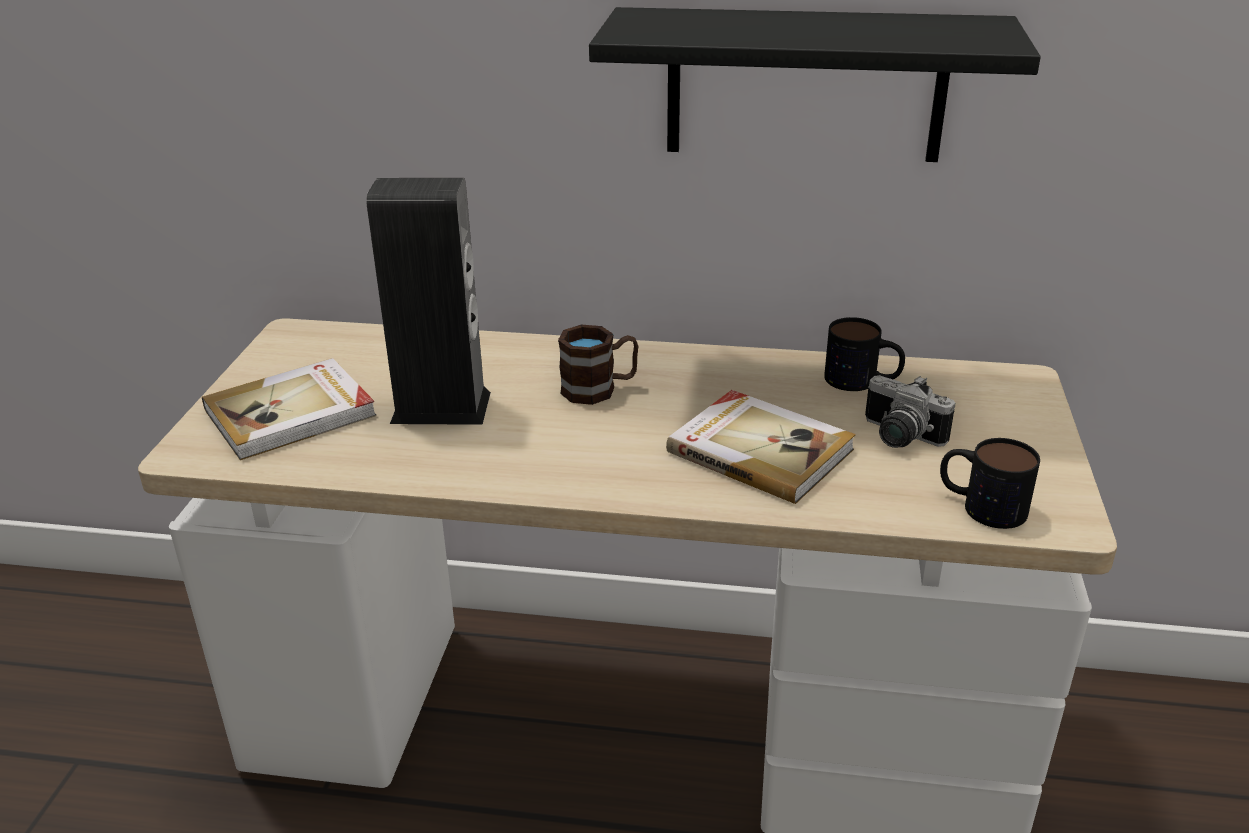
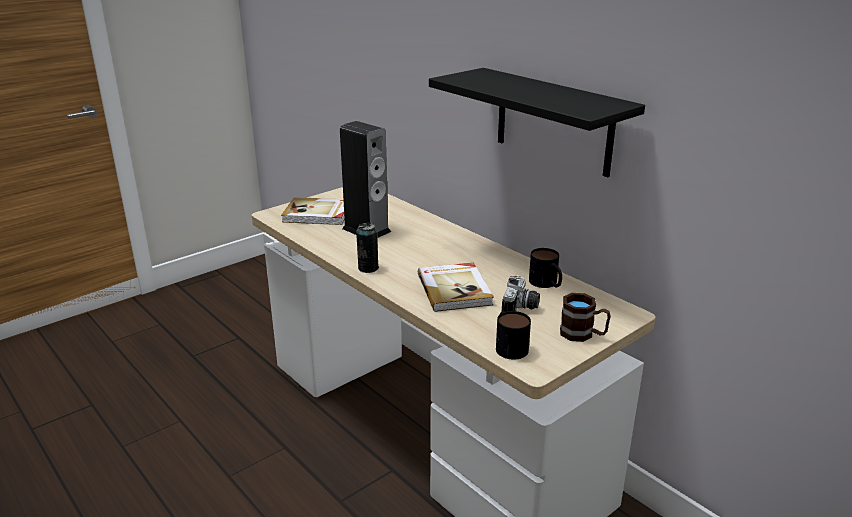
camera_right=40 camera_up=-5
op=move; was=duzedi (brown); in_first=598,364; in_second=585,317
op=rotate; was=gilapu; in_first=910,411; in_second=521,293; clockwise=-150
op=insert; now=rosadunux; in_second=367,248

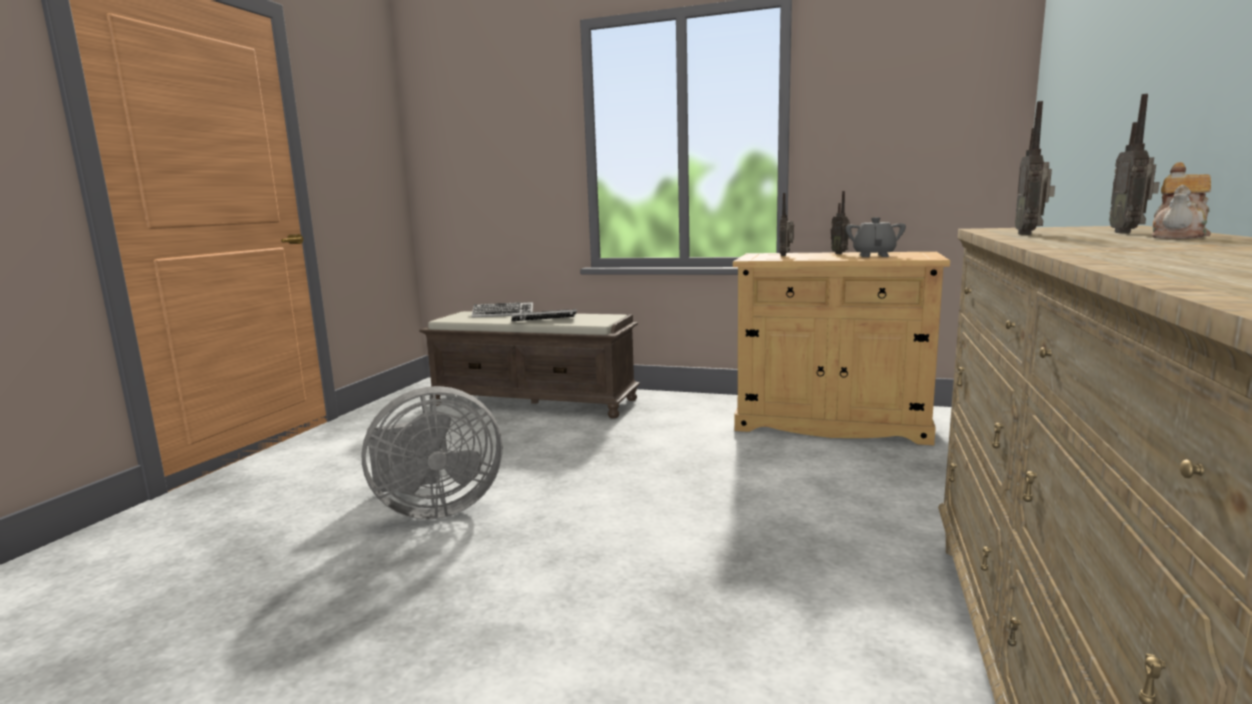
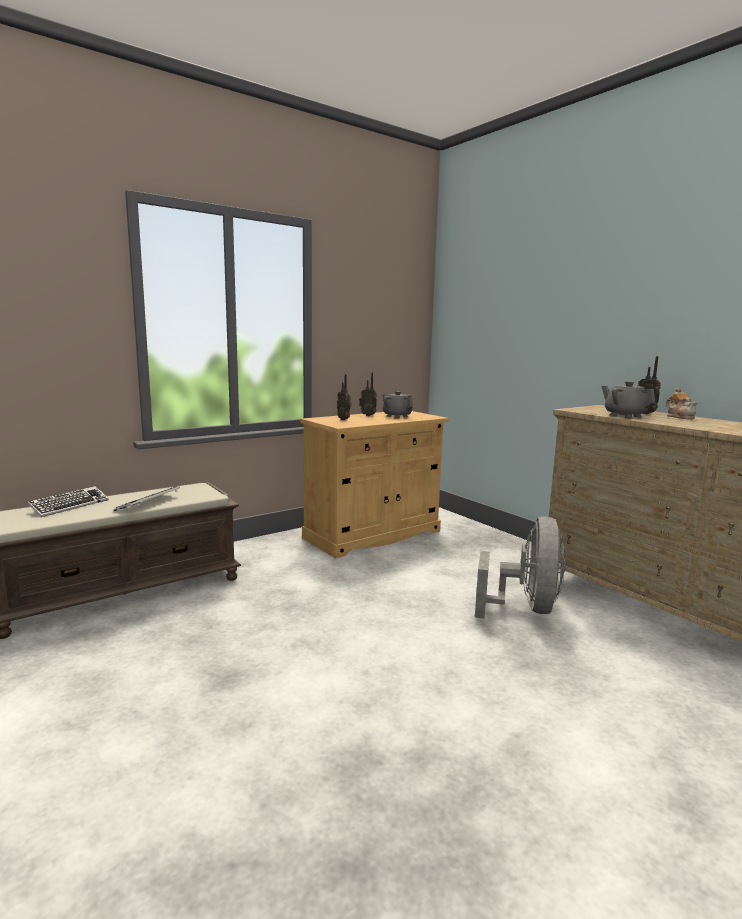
camera_right=-55 camera_up=0
op=replace; was=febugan; now=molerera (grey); in_first=1035,168; in_second=628,399
op=move; was=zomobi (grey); in_first=431,453; in_second=520,567

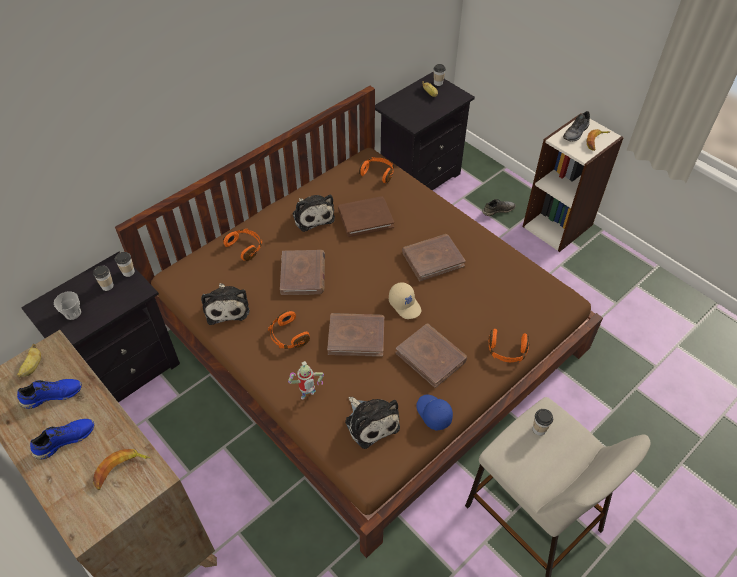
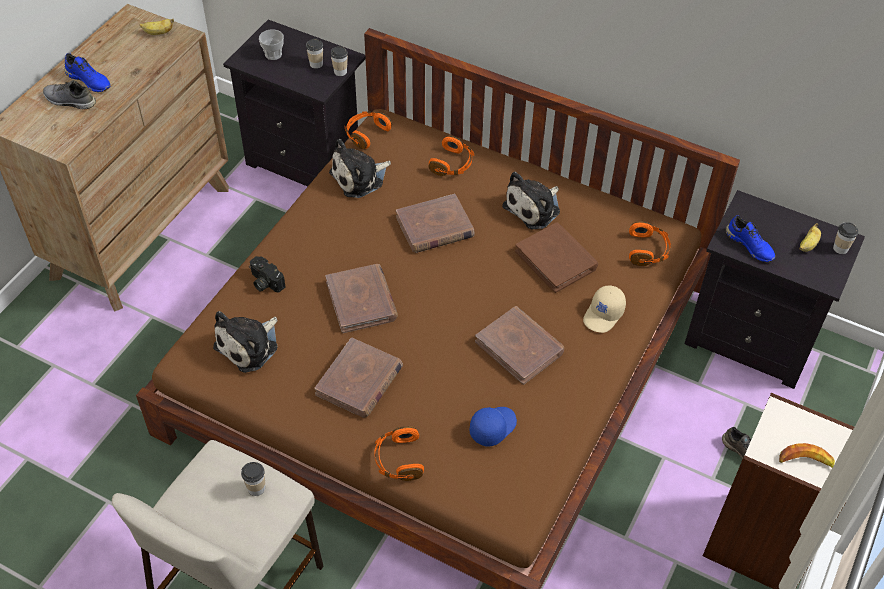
camera_right=70 camera_up=0
op=move; was=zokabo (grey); in_first=576,126; in_second=69,94
op=move; was=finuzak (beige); in_first=405,300; in_second=604,309
op=move; was=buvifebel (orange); in_first=289,329; in_second=368,130
op=replace; was=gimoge; now=gilapu; in_first=306,380; in_second=267,274
op=move; was=zokabo (blue); in_first=49,394; in_second=750,238
op=move; was=finuzak (blue); in_first=434,412; in_second=493,427
op=delete; was=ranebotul; in_first=121,469

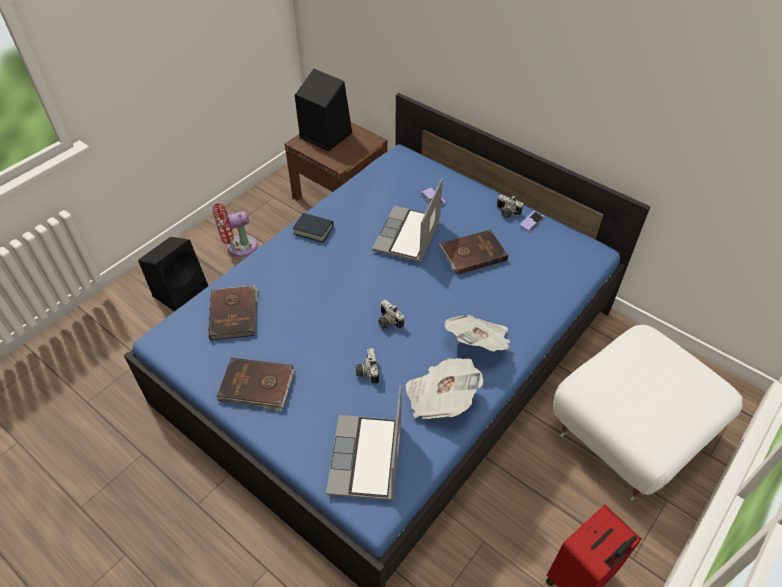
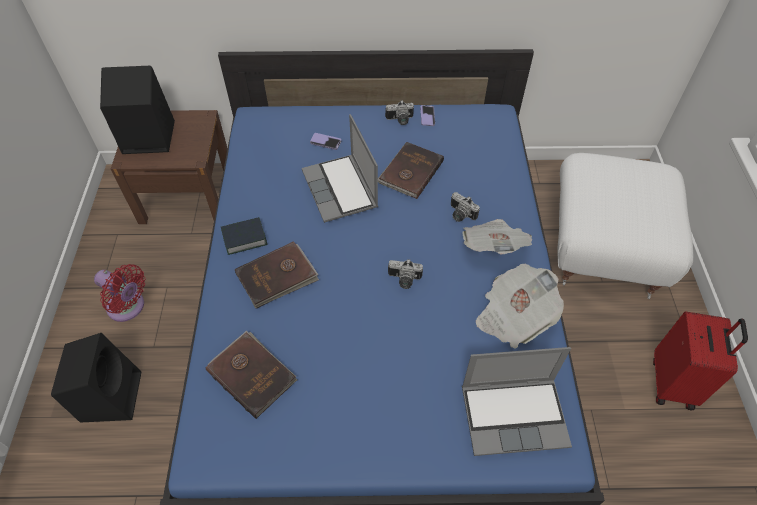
camera_right=-40 camera_up=5
op=rotate; was=zomobi (red); in_first=235,230; in_second=119,293; clockwise=-90
op=move; was=gilapu; in_first=367,366; in_second=465,207
op=move; was=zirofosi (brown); in_first=255,384; in_second=277,275
op=rotate; was=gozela; in_first=364,442; in_second=517,401; clockwise=-60

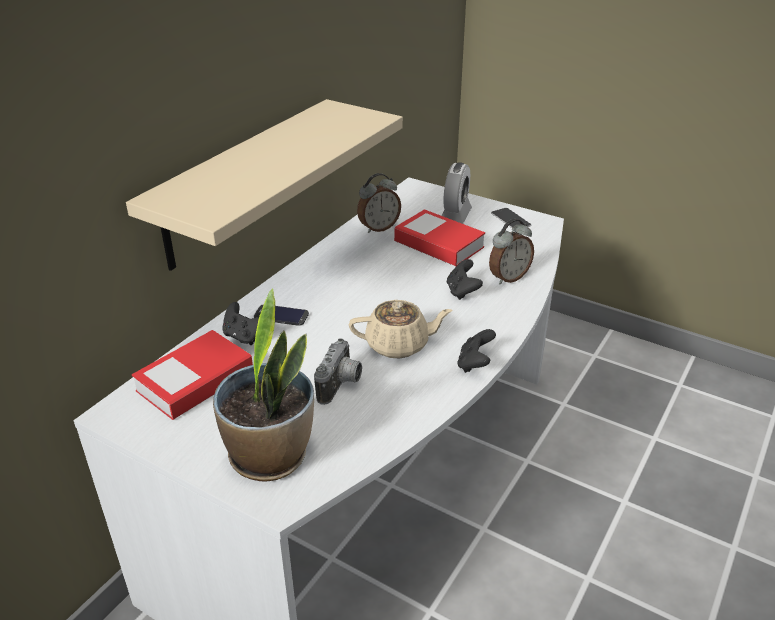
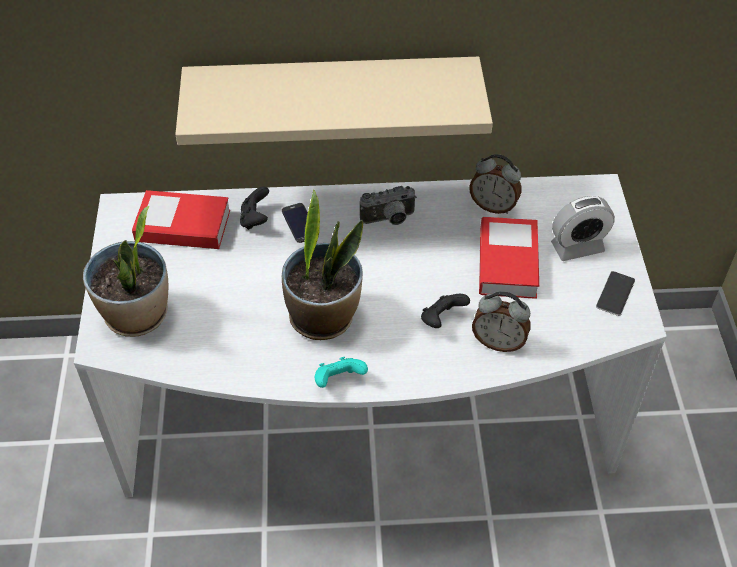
camera_right=55 camera_up=15
op=replace; was=molerera (beige); now=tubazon; in_first=400,329; in_second=322,264
op=recolor; was=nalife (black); now=nalife (turquoise); in_first=476,351; in_second=341,372
op=move; was=gilapu; in_first=338,372; in_second=388,205

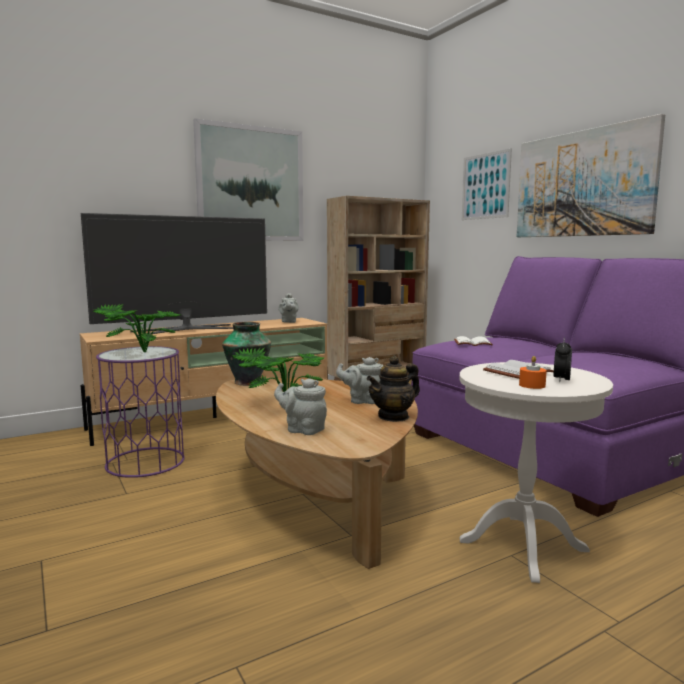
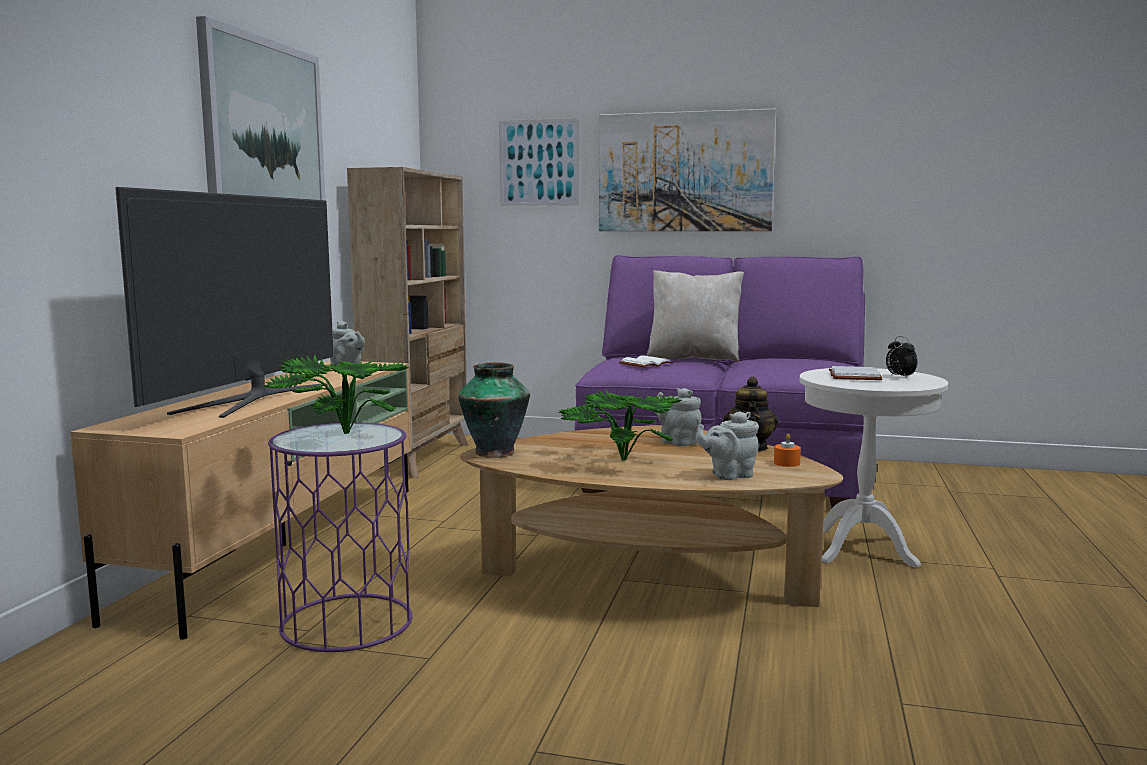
camera_right=-45 camera_up=0
op=move; was=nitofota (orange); in_first=533,372; in_second=787,450
op=rotate; was=molerera (grey); in_first=359,380; in_second=678,417; clockwise=90
op=insert; now=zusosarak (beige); in_second=695,316

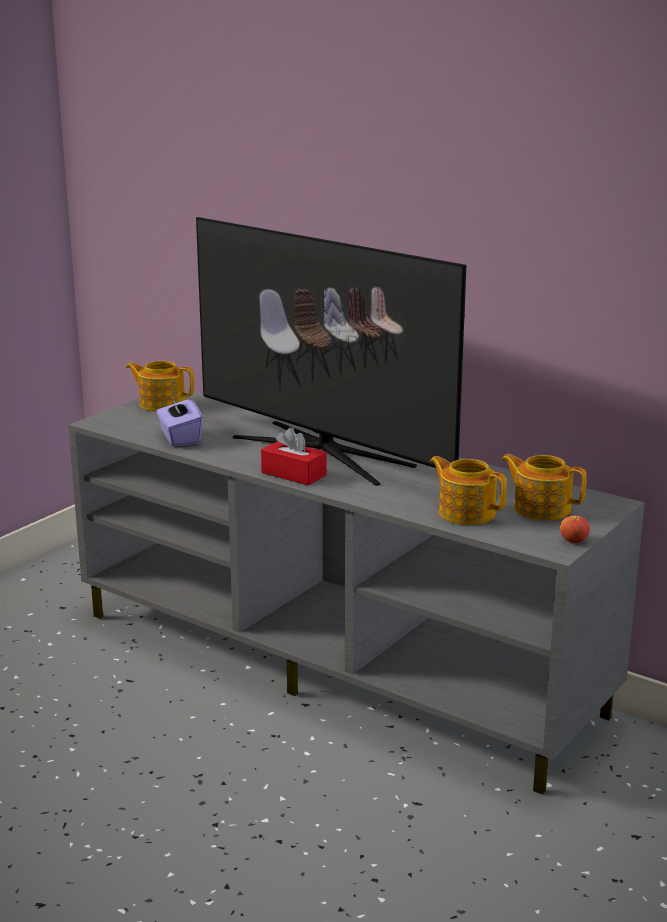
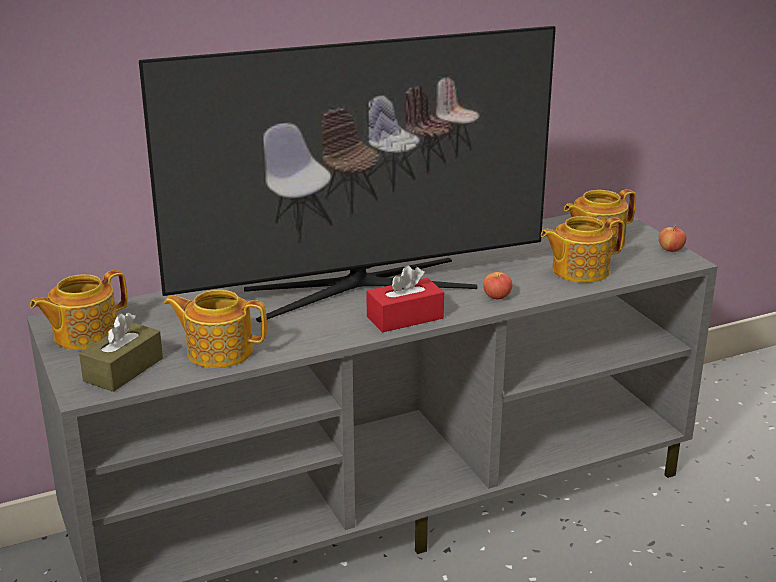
camera_right=-60 camera_up=5
op=replace; was=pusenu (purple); now=molerera; in_first=179,419; in_second=215,329
op=insert; now=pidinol; in_second=497,285
op=insert; now=pusenu (brown); in_second=121,352

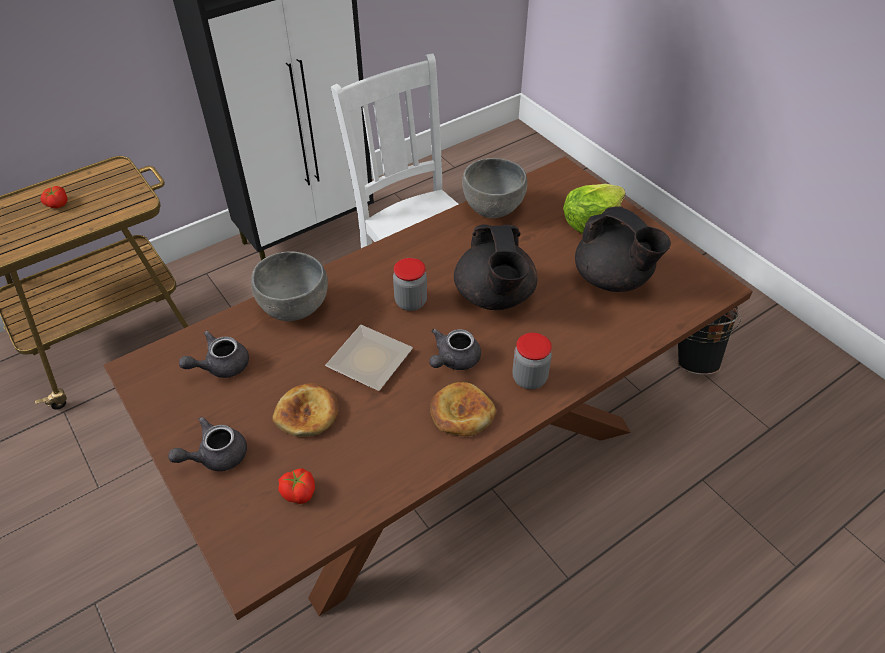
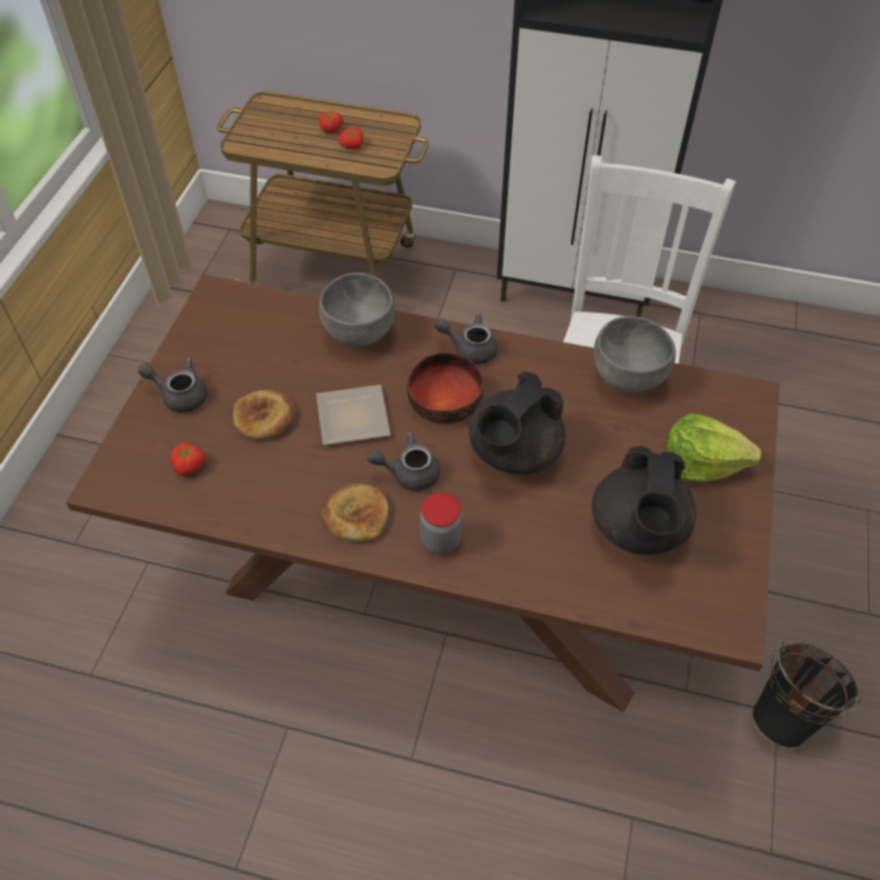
camera_right=50 camera_up=5
op=replace; was=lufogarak; now=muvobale; in_first=410,284; in_second=445,388
op=move; was=molerera (grey); in_first=214,354; in_second=466,338
op=insert; now=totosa; in_second=350,138

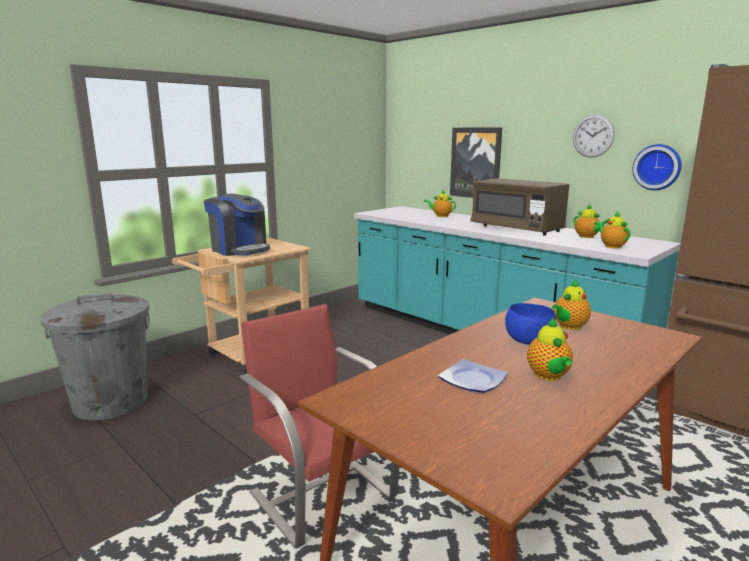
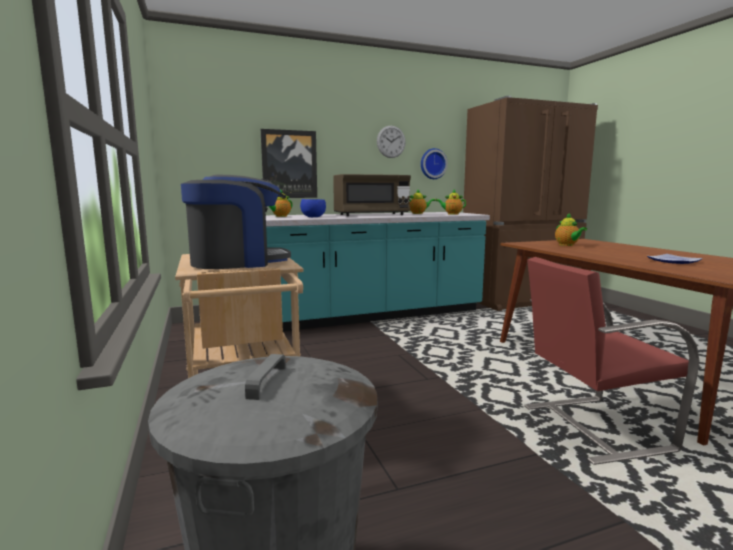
camera_right=-65 camera_up=-5
op=move; was=muvobale (blue); in_first=530,324; in_second=313,208
op=delete; was=molerera; in_first=550,349

